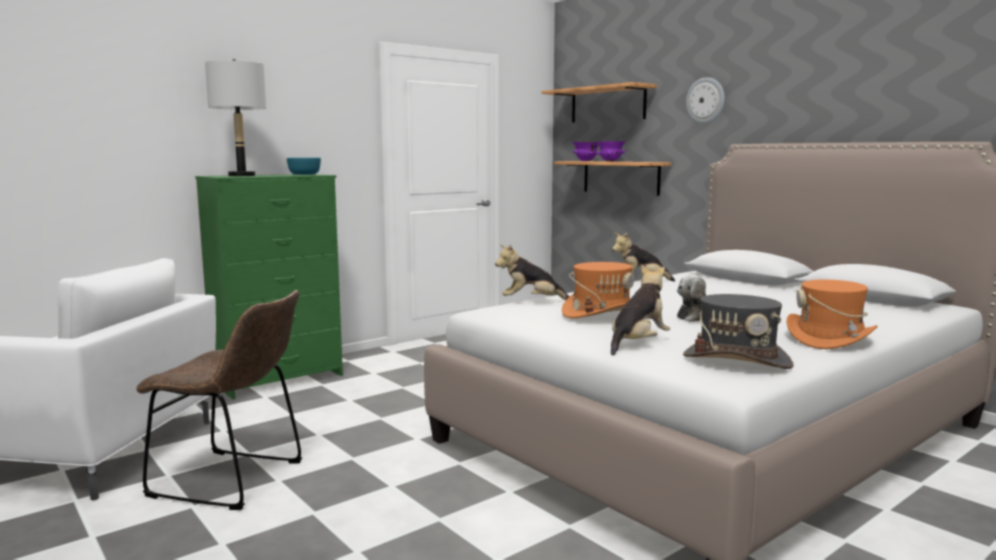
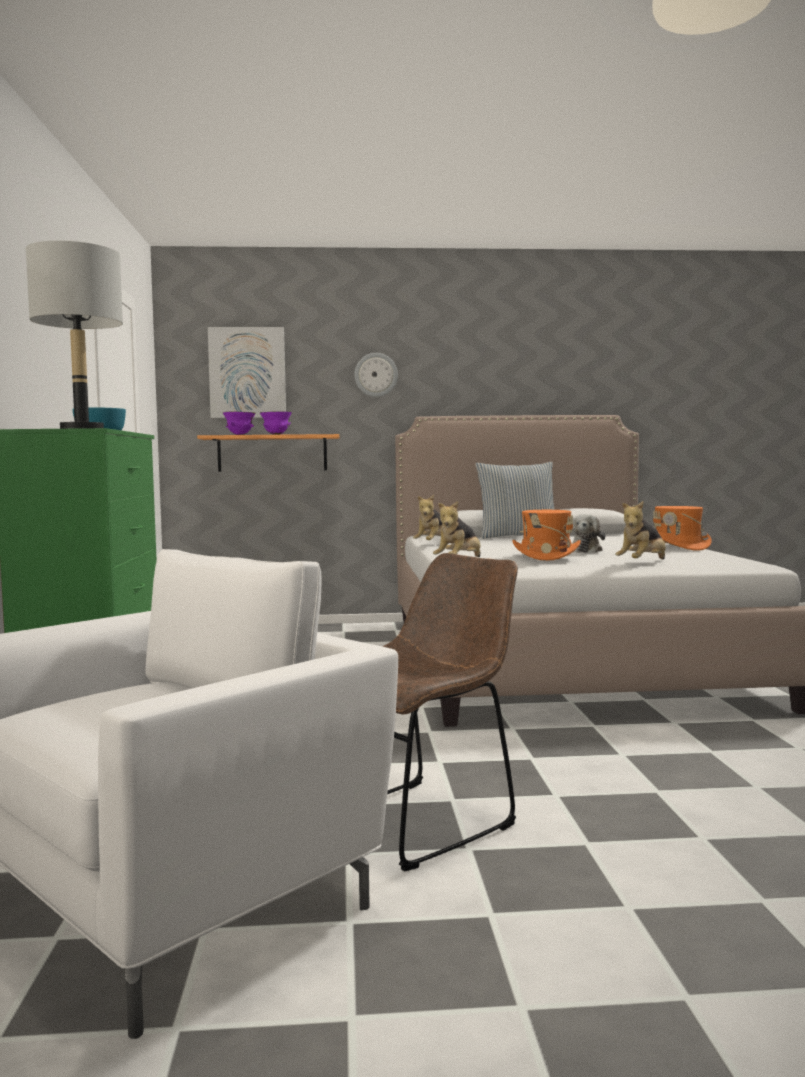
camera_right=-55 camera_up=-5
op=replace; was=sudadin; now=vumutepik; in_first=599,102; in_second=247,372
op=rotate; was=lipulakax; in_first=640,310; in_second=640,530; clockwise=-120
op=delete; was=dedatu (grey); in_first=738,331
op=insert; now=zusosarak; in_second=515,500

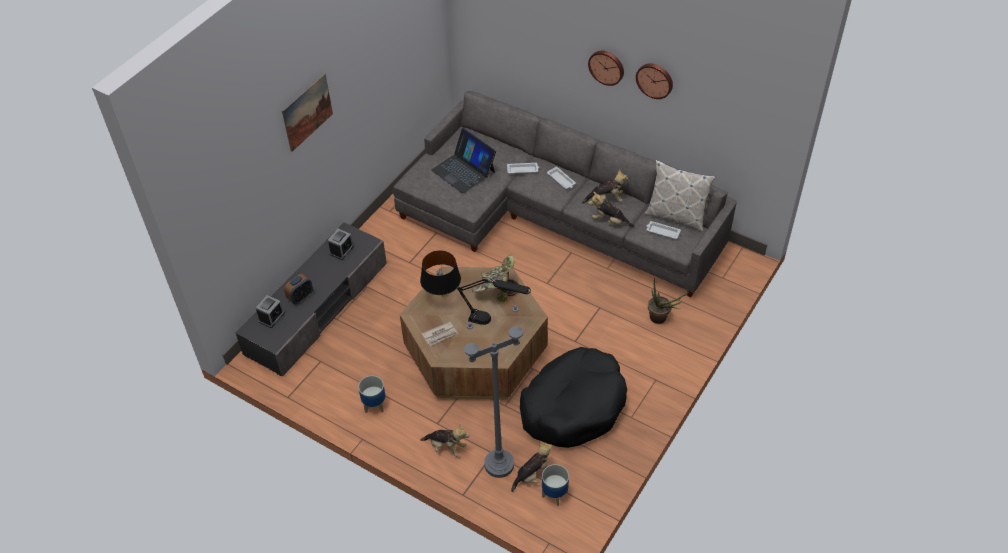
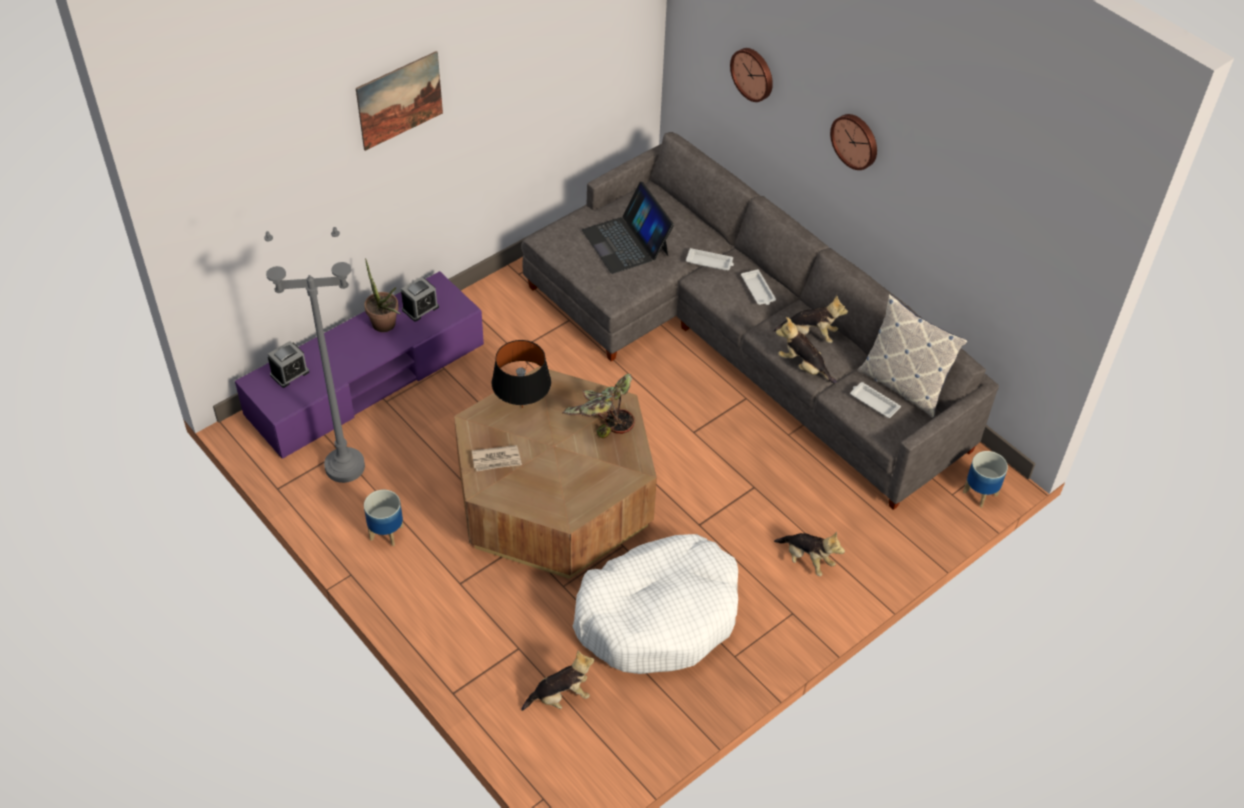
camera_right=15 camera_up=0
op=move; was=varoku; in_first=654,81; in_second=751,75
op=recolor; was=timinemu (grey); now=timinemu (purple); in_first=311,299; in_second=359,365
op=delete; was=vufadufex; in_first=298,289
op=delete; was=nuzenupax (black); in_first=493,301
op=move; was=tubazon; in_first=668,301; in_second=382,295
op=move; was=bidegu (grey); in_first=493,391; in_second=314,355
op=recolor; was=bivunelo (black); now=bivunelo (white); in_first=573,397; in_second=655,604
op=move; was=lipulakax; in_first=444,440; in_second=809,553
op=move; was=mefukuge; in_first=555,485; in_second=985,479

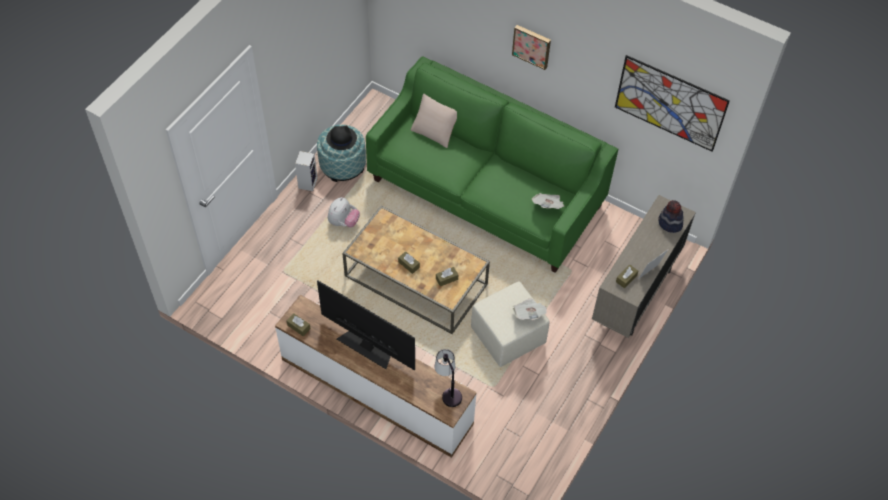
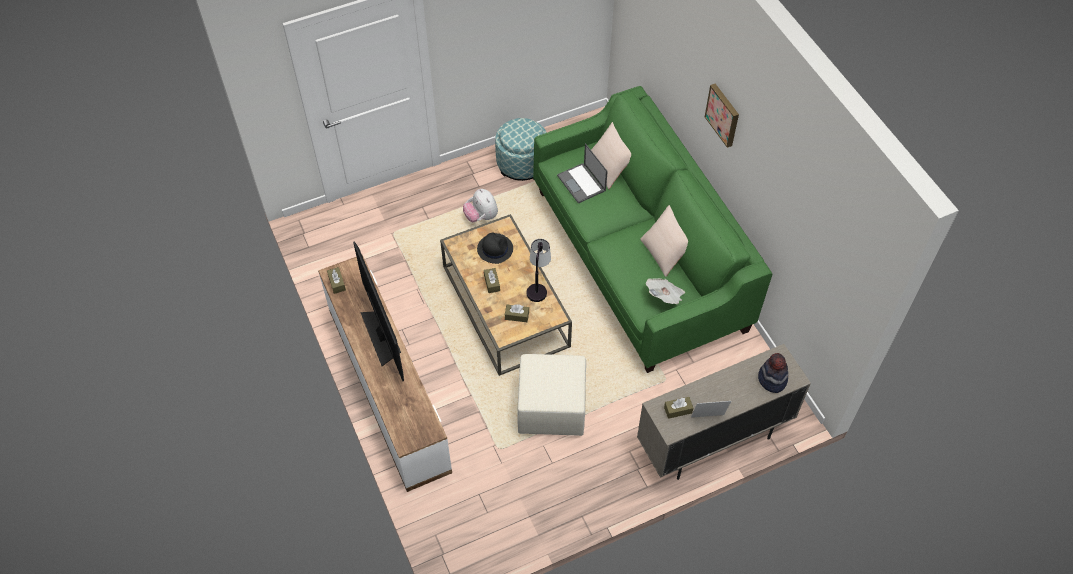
camera_right=35 camera_up=0
op=delete; was=vumutepik; in_first=672,103
op=move; was=dedatu (black); in_first=341,138; in_second=495,248
op=delete; was=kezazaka; in_first=306,171
op=rotate; was=lipulakax; in_first=344,212; in_second=480,205; clockwise=90
op=delete; was=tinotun; in_first=530,309
op=move; was=nuzenupax; in_first=448,378; in_second=539,270
op=insert; now=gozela; in_second=582,173
op=insert; now=zusosarak (beige); in_second=664,241

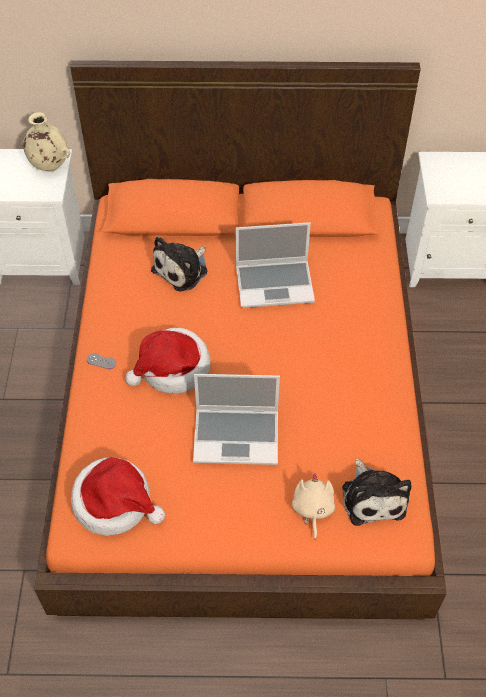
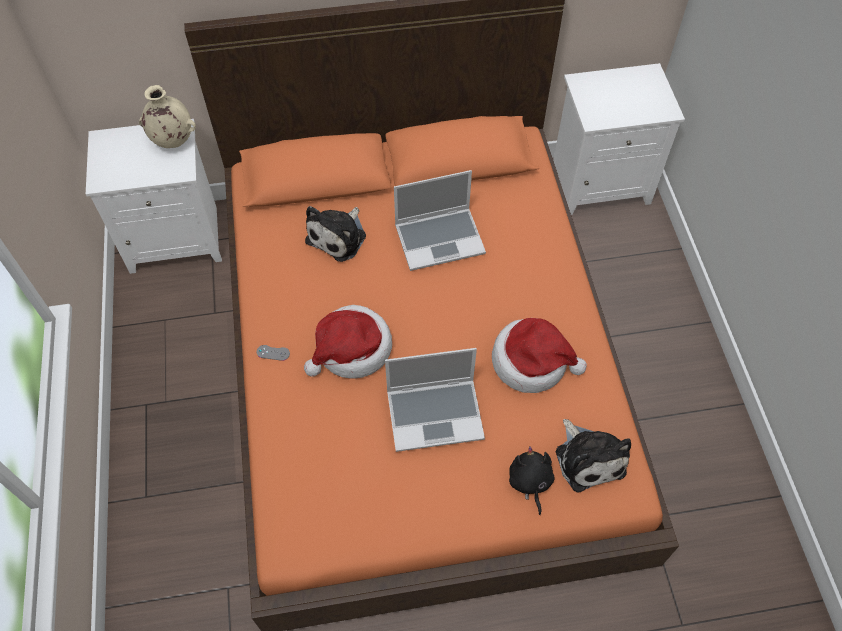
camera_right=-10 camera_up=5
op=move; was=dedatu; in_first=118,496; in_second=539,355
op=recolor; was=lipulakax (beige); now=lipulakax (black); in_first=313,506; in_second=532,480

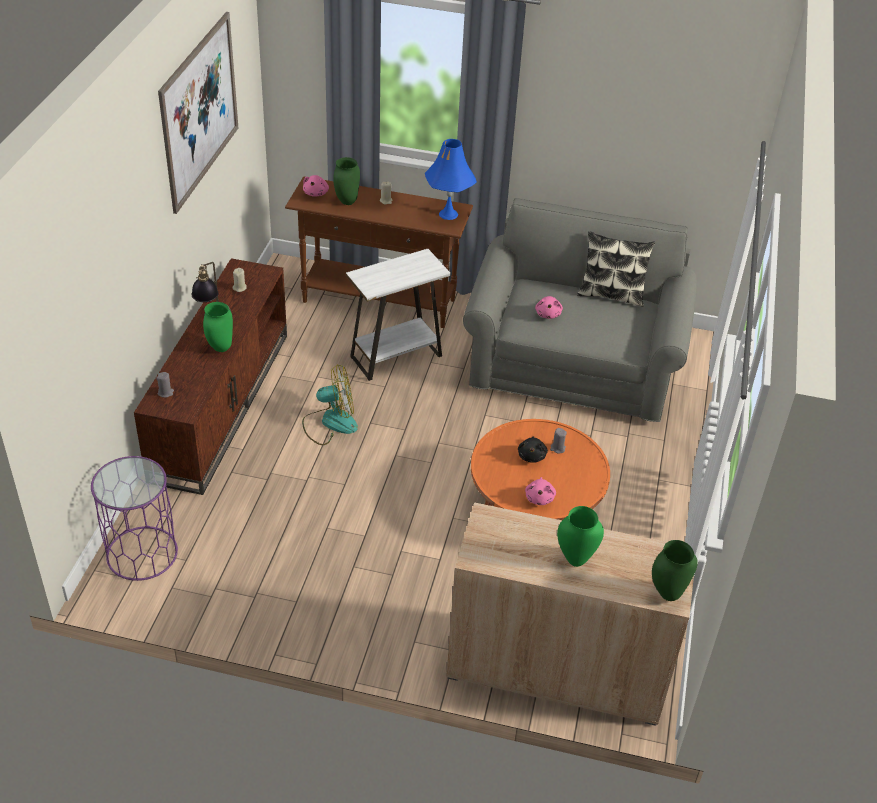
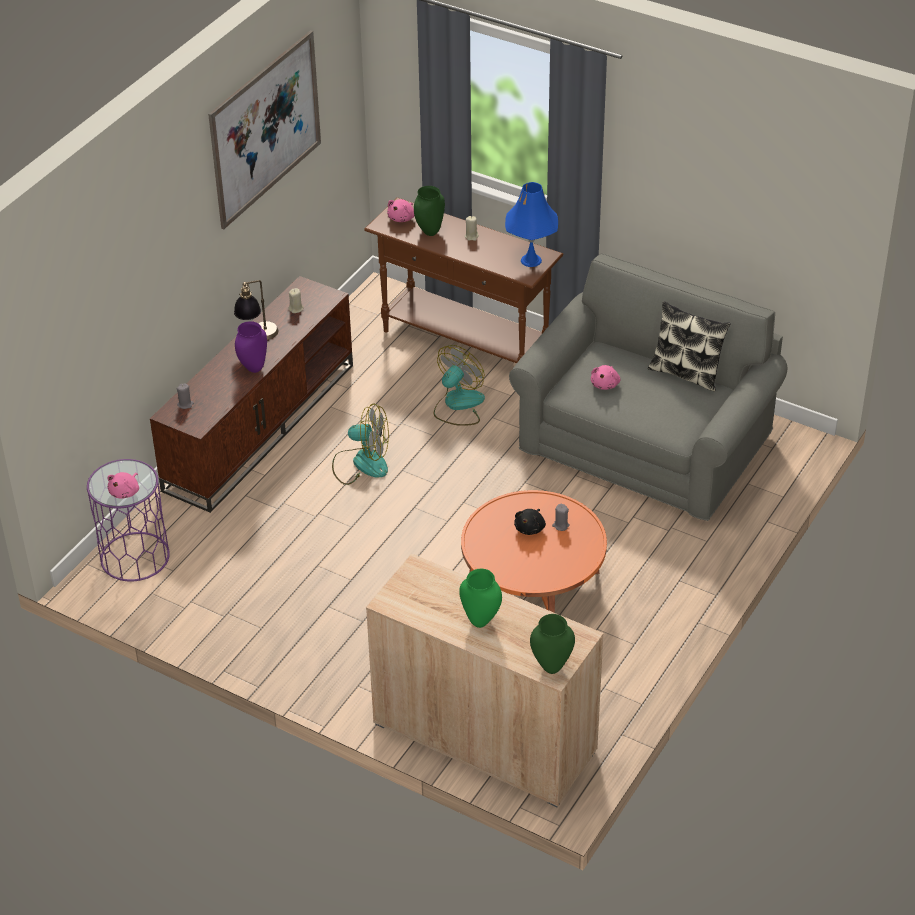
camera_right=20 camera_up=0
op=replace; was=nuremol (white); now=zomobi; in_first=398,315; in_second=459,385
op=recolor; was=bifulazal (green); now=bifulazal (purple); in_first=218,327; in_second=251,347
op=move; was=lipulakax (pink); in_first=540,491; in_second=123,485

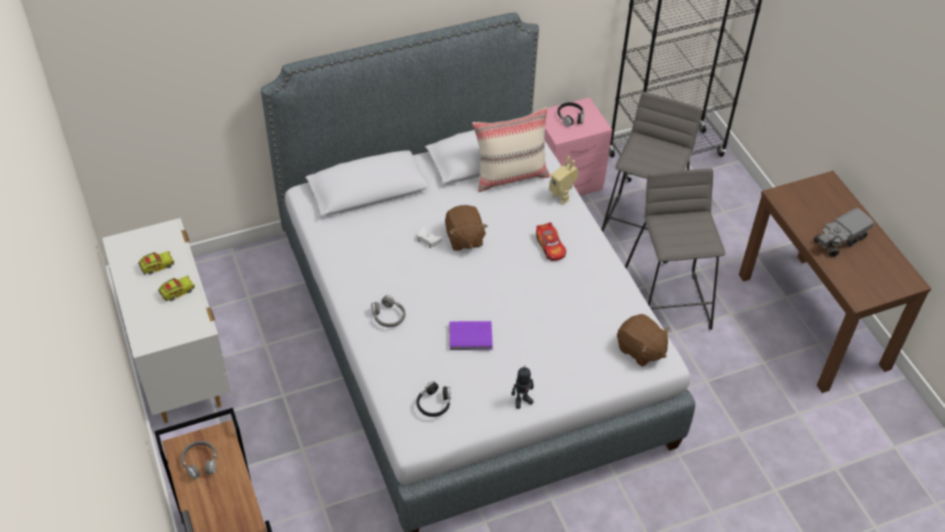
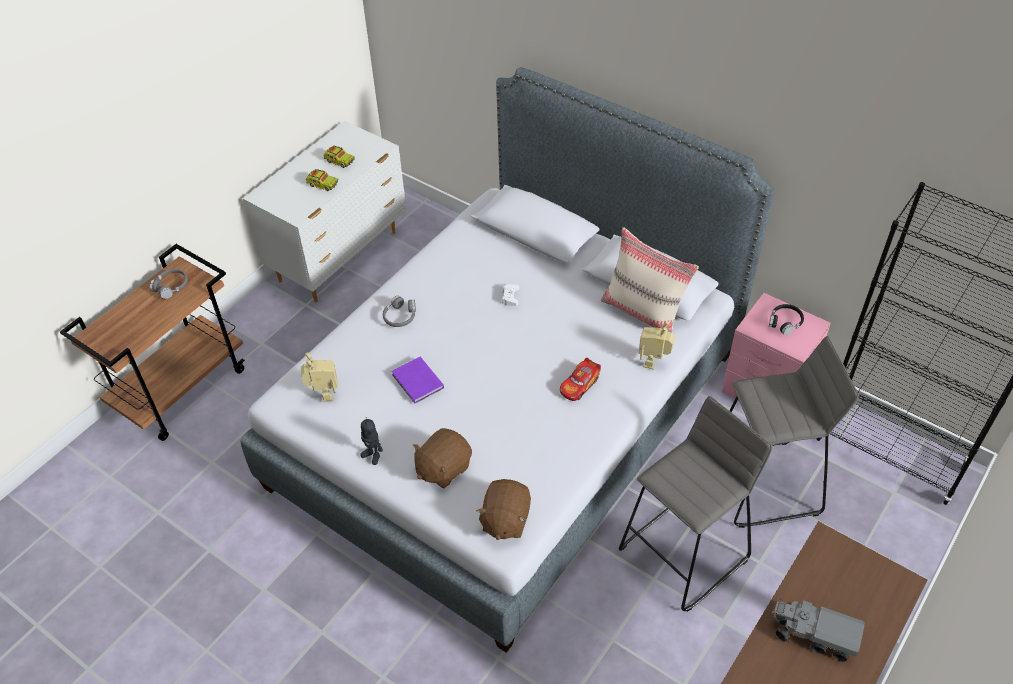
camera_right=60 camera_up=0
op=move; was=lipulakax (brown); in_first=466,228; in_second=442,458
op=replace; was=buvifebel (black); now=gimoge; in_first=433,399; in_second=319,377

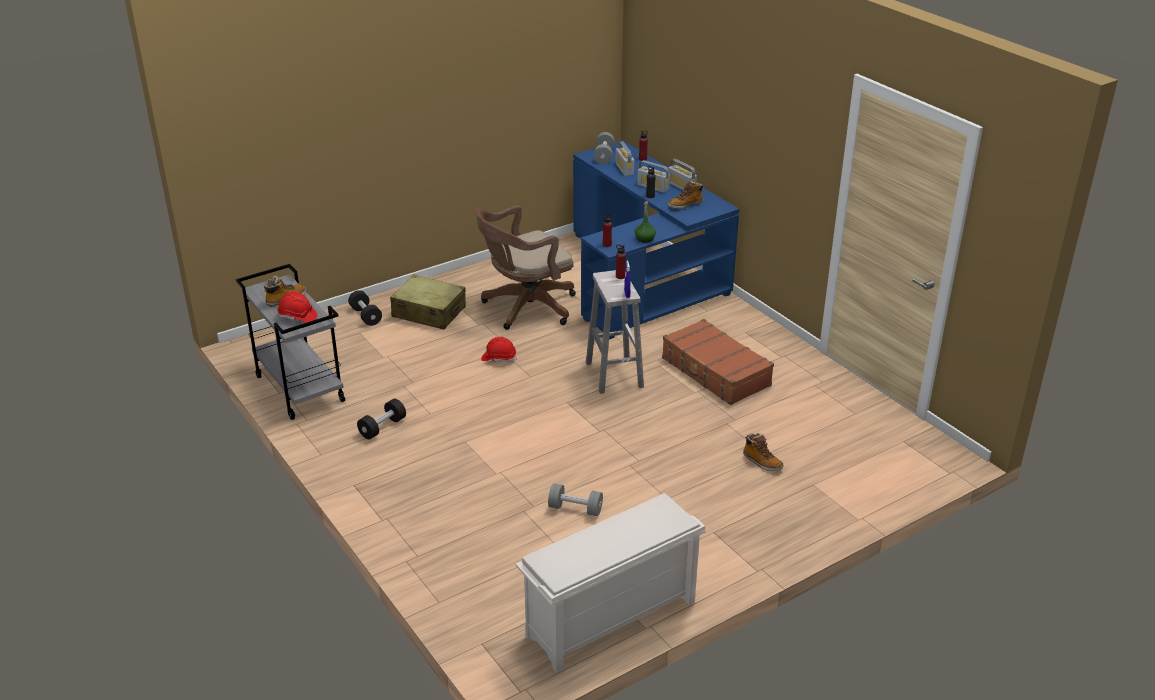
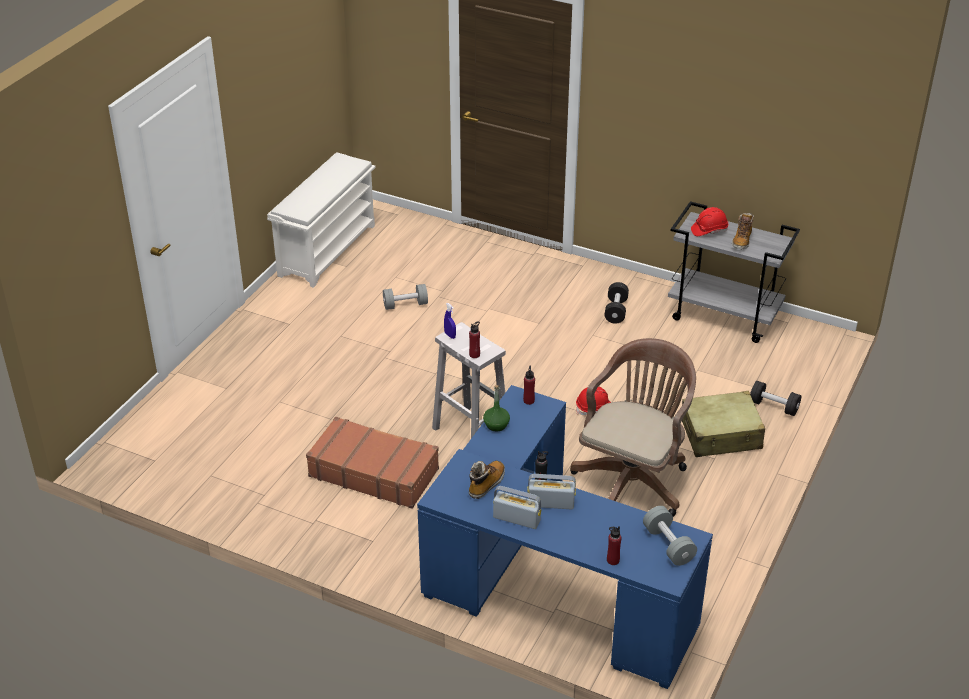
camera_right=150 camera_up=5
op=delete; was=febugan; in_first=624,158
op=delete; was=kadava; in_first=763,452

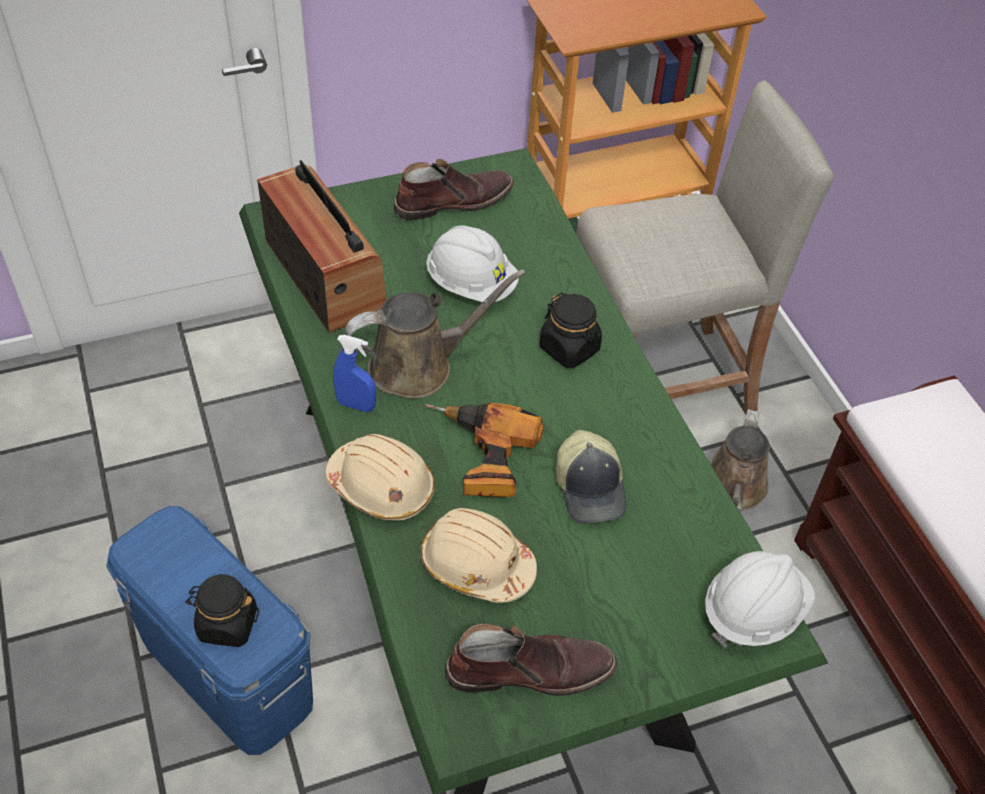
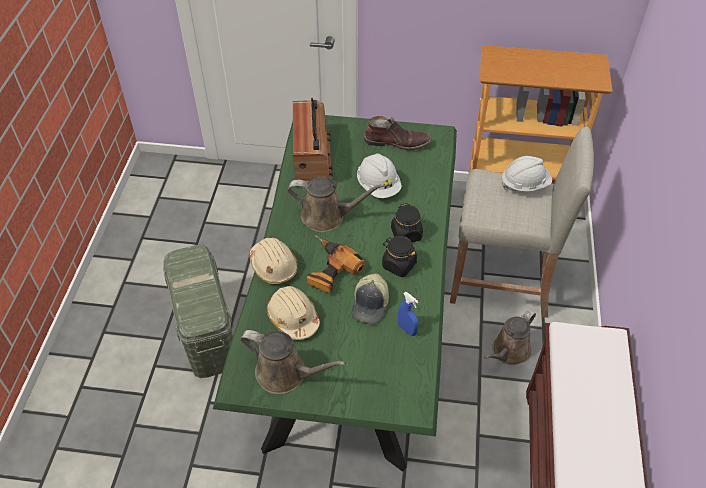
camera_right=30 camera_up=0
op=move; was=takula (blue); in_first=354,373; in_second=408,314
op=recolor; was=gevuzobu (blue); now=gevuzobu (green); in_first=209,630; in_second=198,311
op=move; was=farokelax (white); in_first=760,600; in_second=527,173
op=move; was=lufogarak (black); in_first=222,610; in_second=399,256
op=replace; was=kadava (brown); now=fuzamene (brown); in_first=531,659; in_second=293,362

